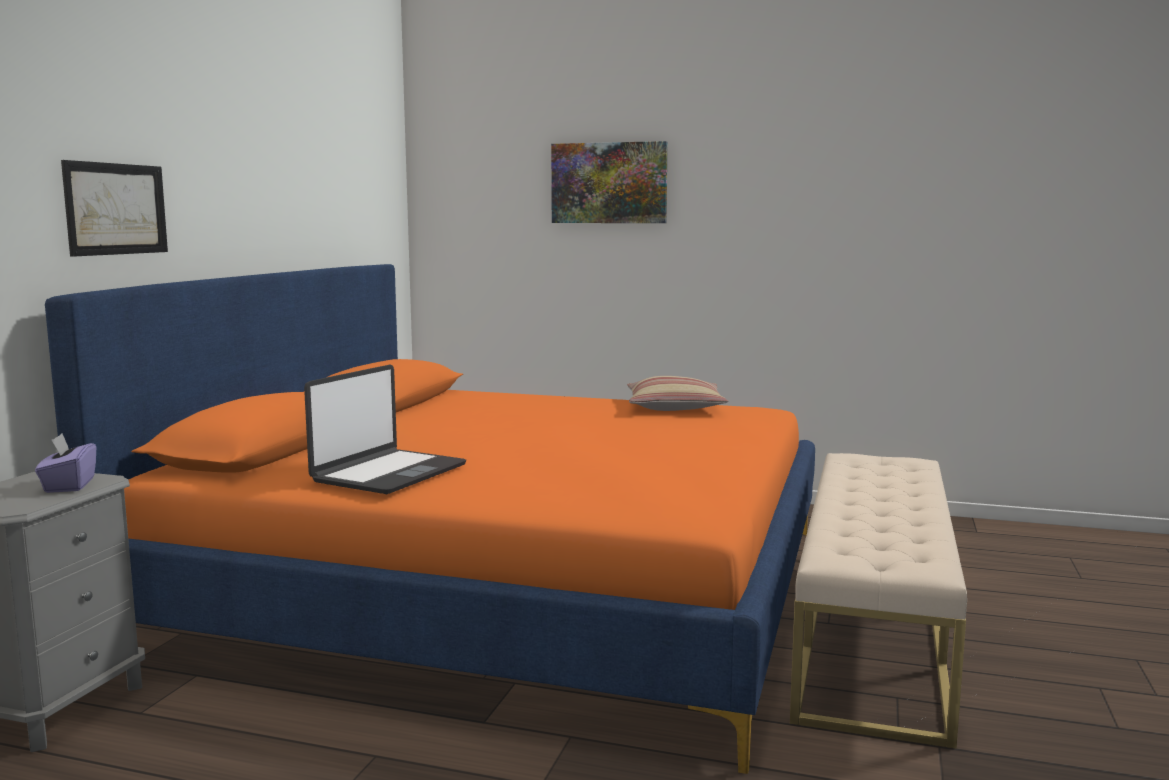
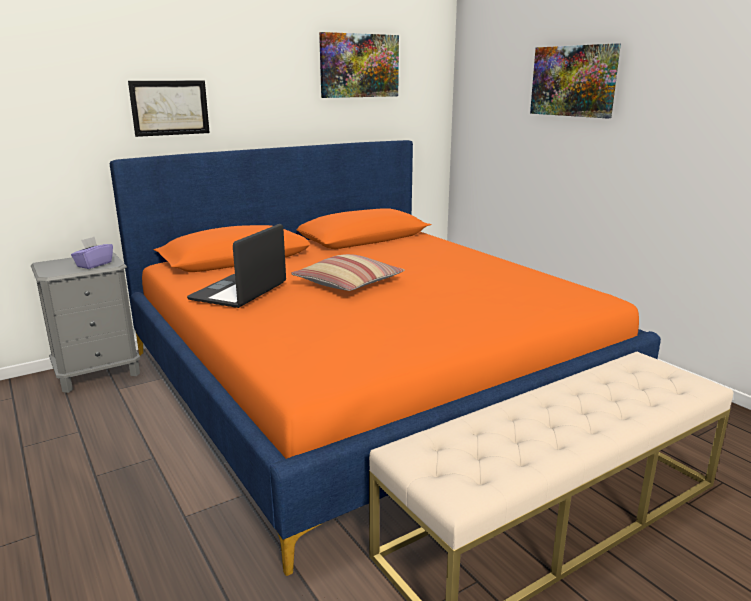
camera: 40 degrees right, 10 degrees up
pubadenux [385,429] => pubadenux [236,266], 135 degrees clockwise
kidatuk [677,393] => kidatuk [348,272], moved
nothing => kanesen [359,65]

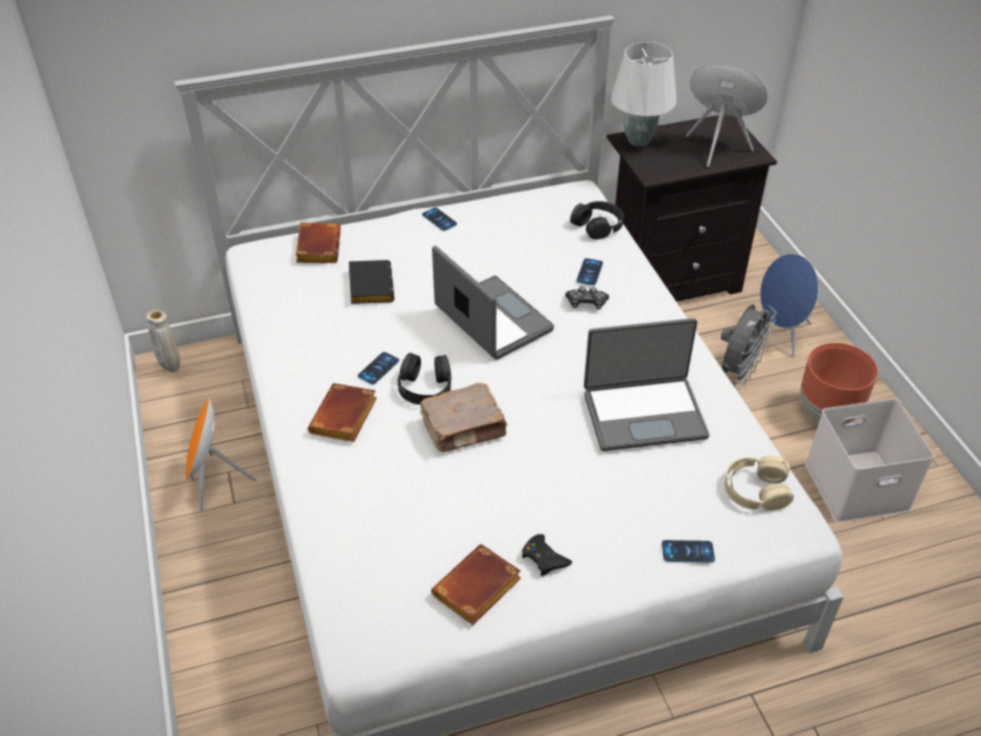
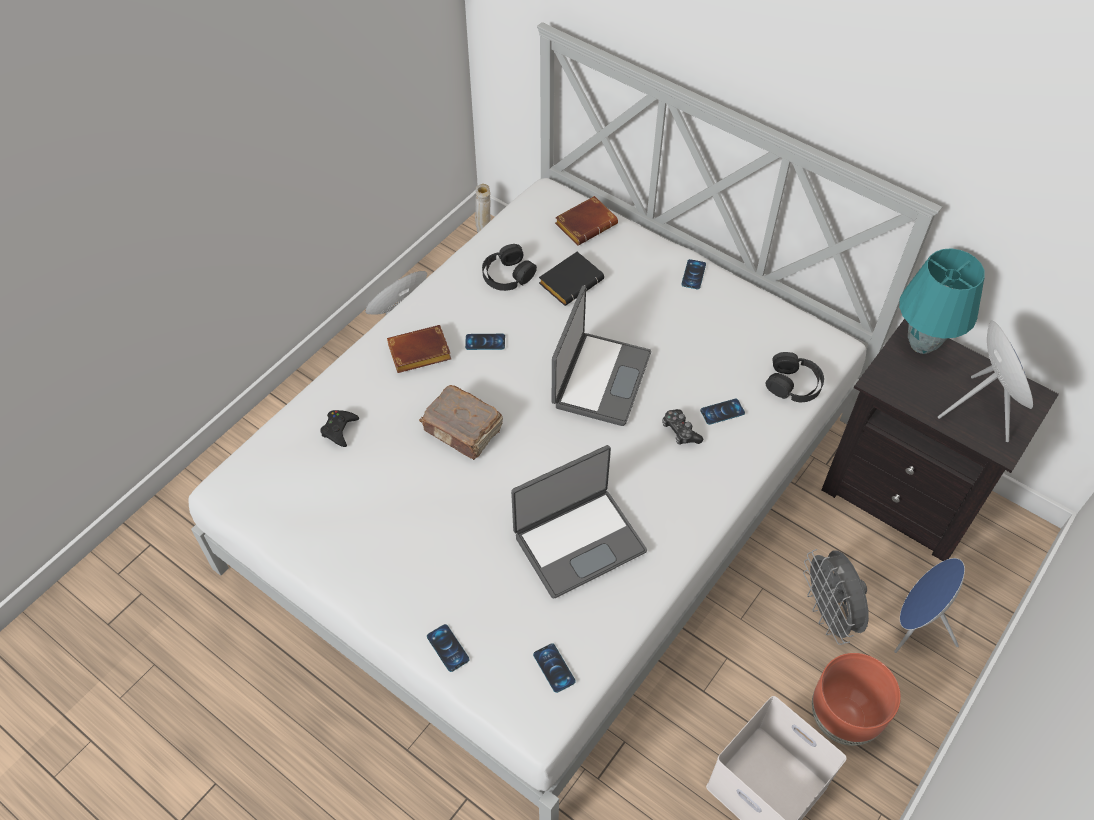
camera: 55 degrees right, 10 degrees up
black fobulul [425,379] => black fobulul [509,267], moved
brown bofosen [476,584] => nothing
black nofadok [547,555] => black nofadok [339,428], moved
pubadenux [647,384] => pubadenux [579,521], 75 degrees counterclockwise
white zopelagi [644,94] => turquoise zopelagi [942,301]
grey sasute [749,344] => grey sasute [836,597], 75 degrees clockwise
beige fobulul [759,483] => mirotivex [554,668]

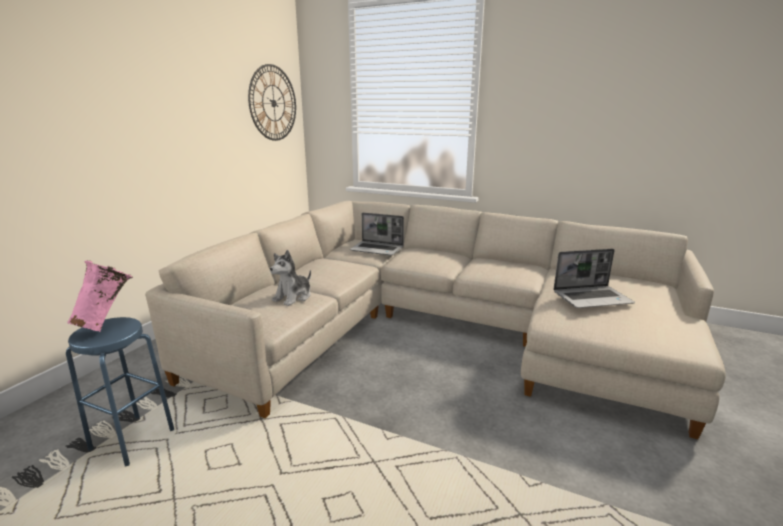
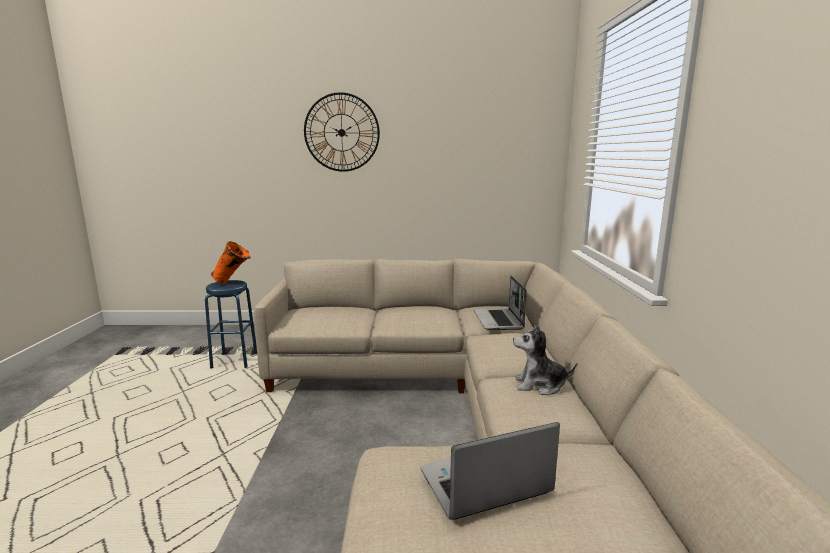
camera: 65 degrees right, 5 degrees down
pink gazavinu [100,296] => orange gazavinu [231,262]
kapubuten [272,102] => kapubuten [342,132], moved
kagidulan [290,278] => kagidulan [545,359], moved
pubadenux [594,278] => pubadenux [490,471], 105 degrees clockwise

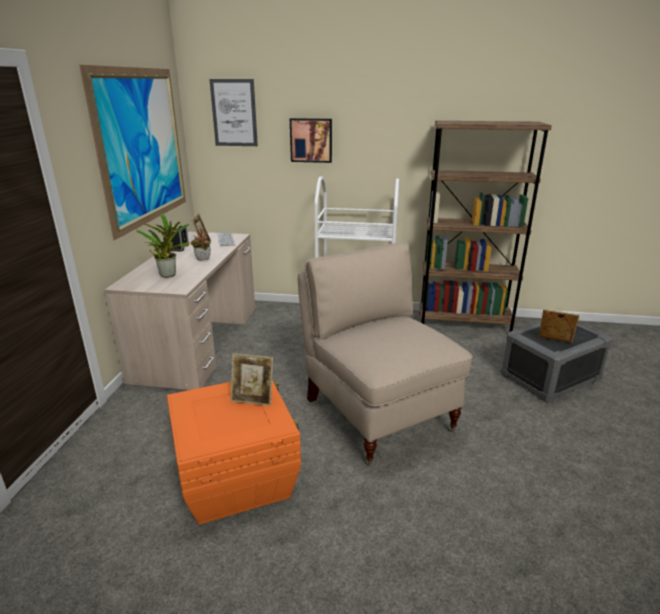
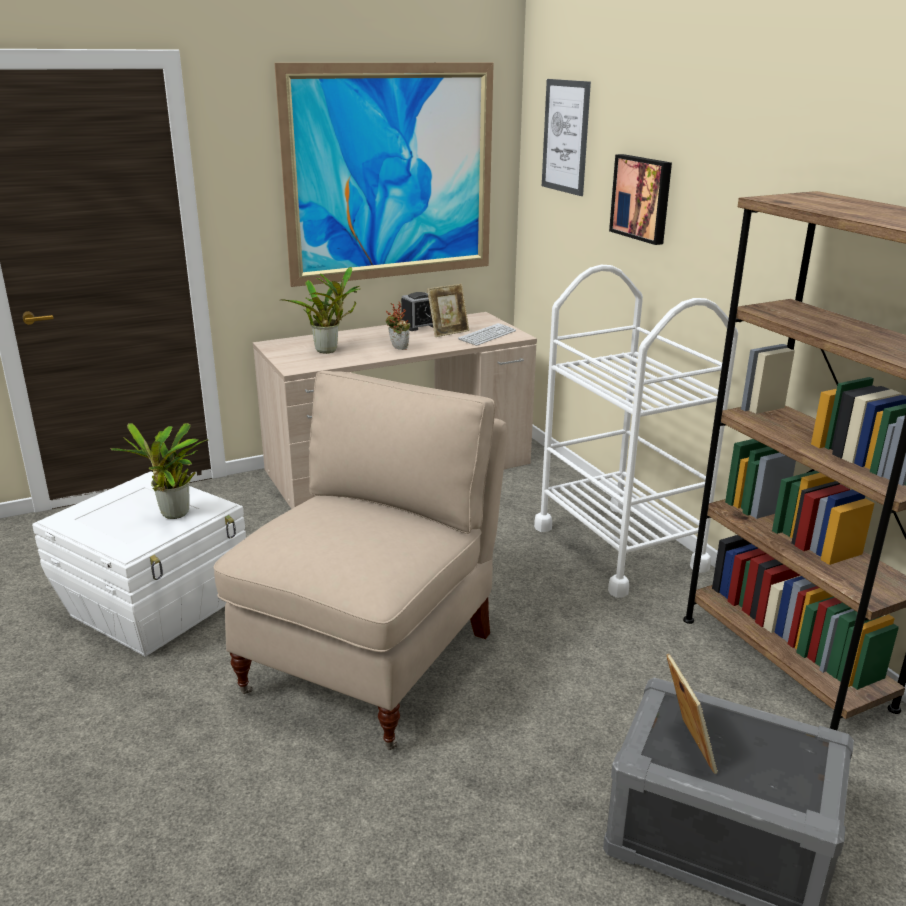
camera: 55 degrees right, 0 degrees up
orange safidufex [234,452] => white safidufex [139,563]
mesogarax [251,379] => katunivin [159,471]

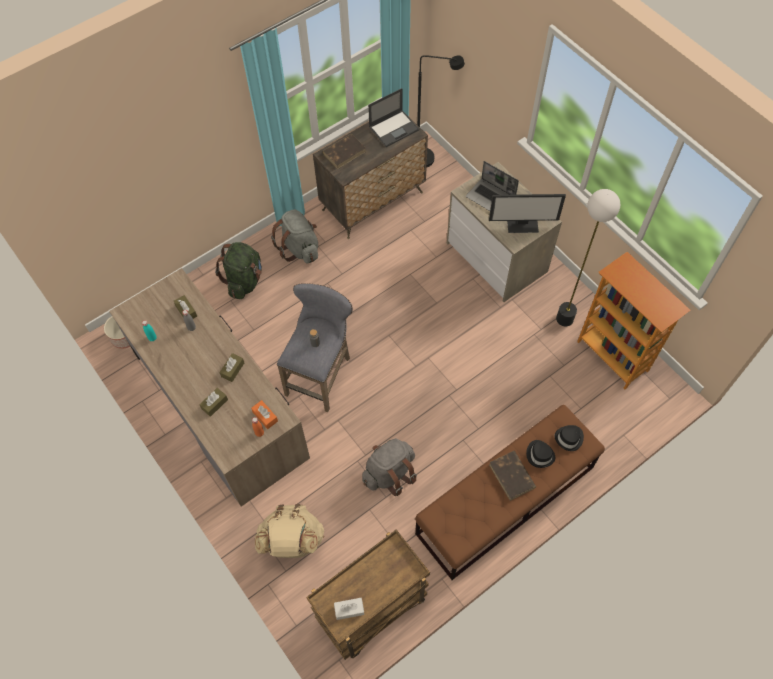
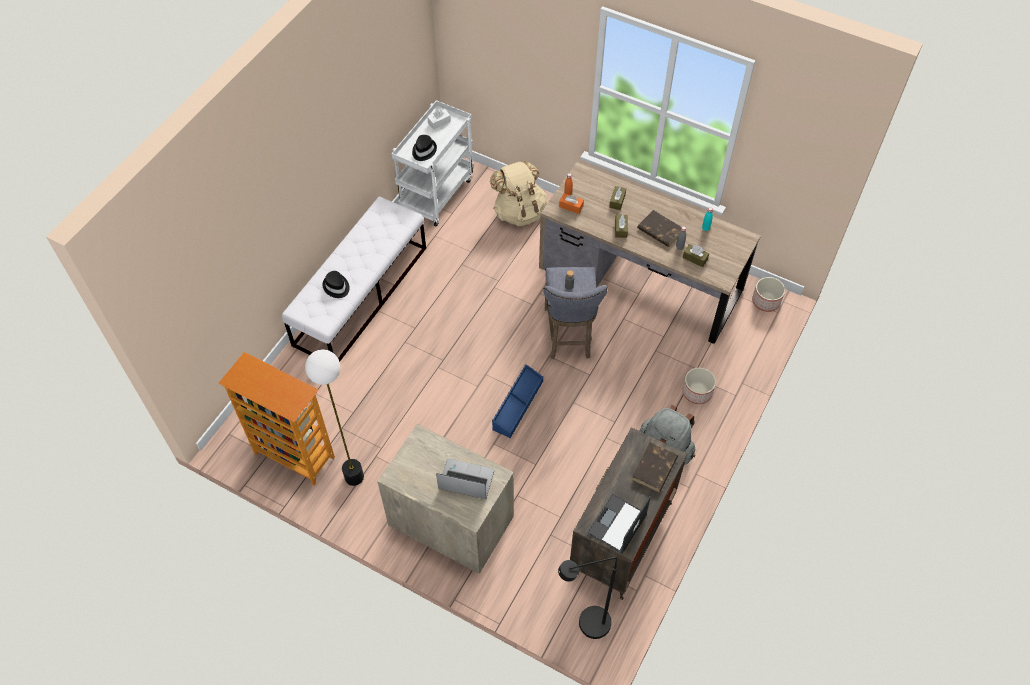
camera: 155 degrees right, 5 degrees down
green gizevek [238,270] => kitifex [699,386]
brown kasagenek [368,594] => white kasagenek [432,163]
grey gizevek [389,467] => nothing
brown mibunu [510,492] => white mibunu [354,279]
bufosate [527,213] => nothing
brown bofosen [512,476] => brown bofosen [659,228], moved
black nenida [569,438] => black nenida [424,148], moved
nothing => blue safidufex [517,401]

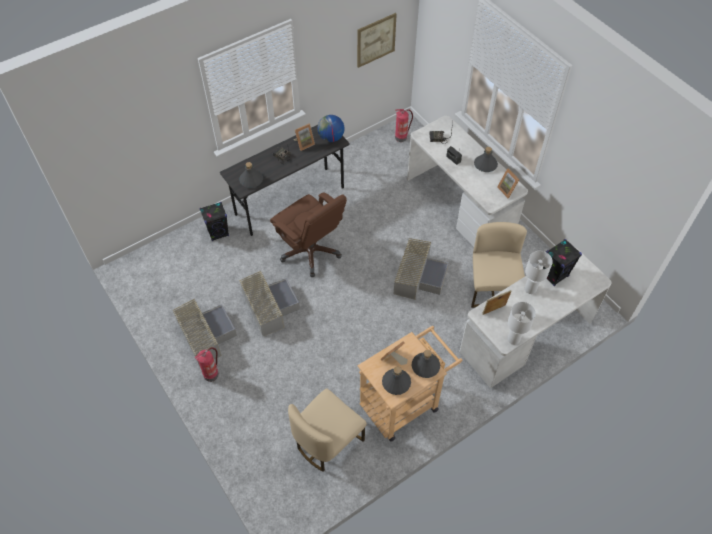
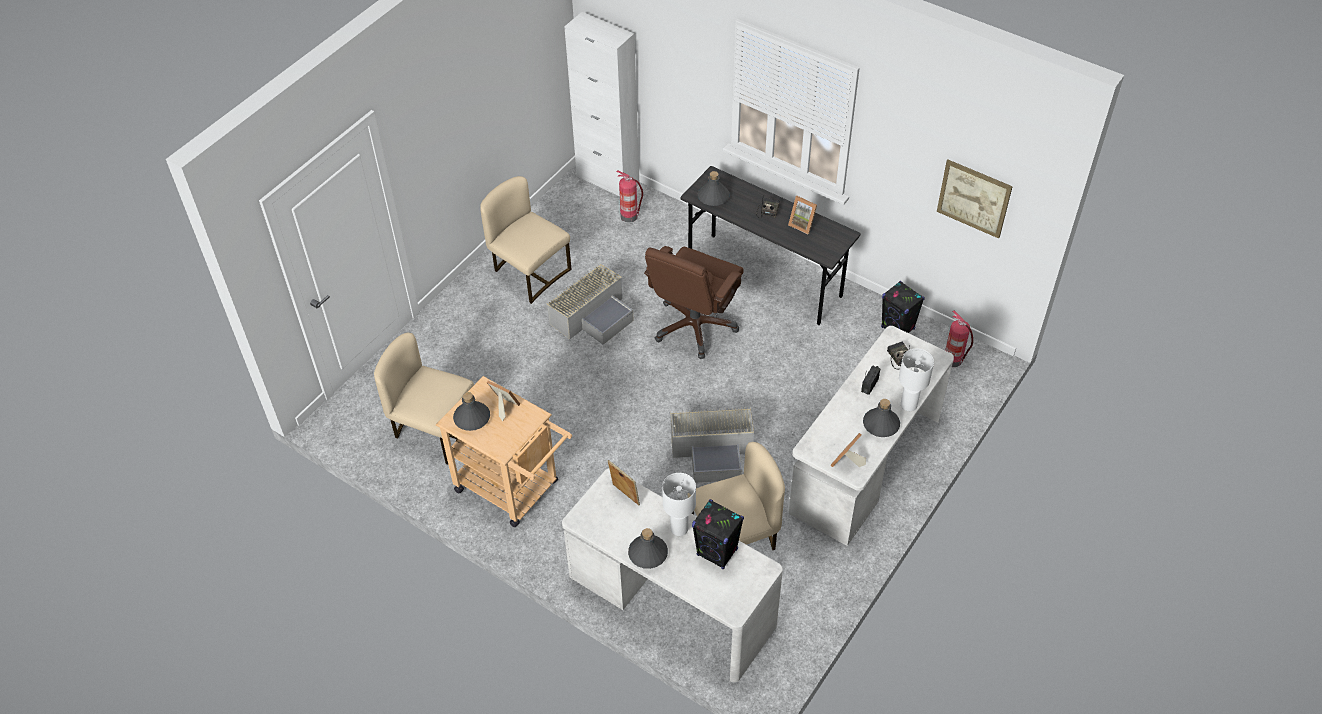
camera: 70 degrees right, 5 degrees down
grey safidufex [204,332] => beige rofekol [526,240]
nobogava [206,364] => nobogava [629,196], moved
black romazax [214,221] => black romazax [903,307], moved
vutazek [331,128] => nothing
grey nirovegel [426,364] => grey nirovegel [648,548], moved
white zopelagi [522,323] => white zopelagi [916,379], moved
nothing => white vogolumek [601,104]

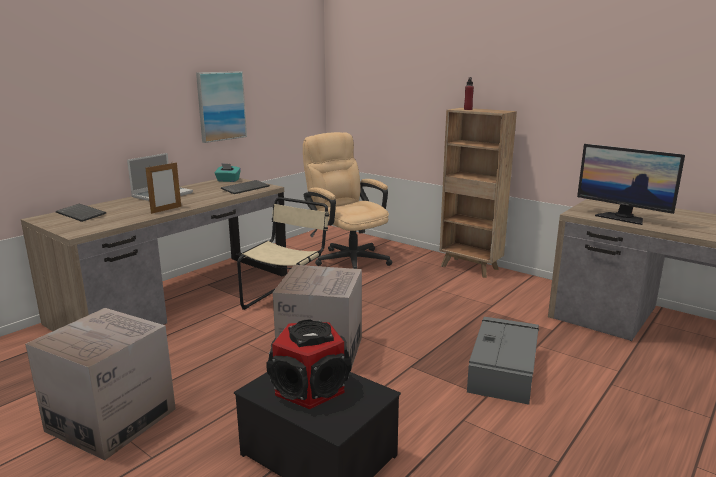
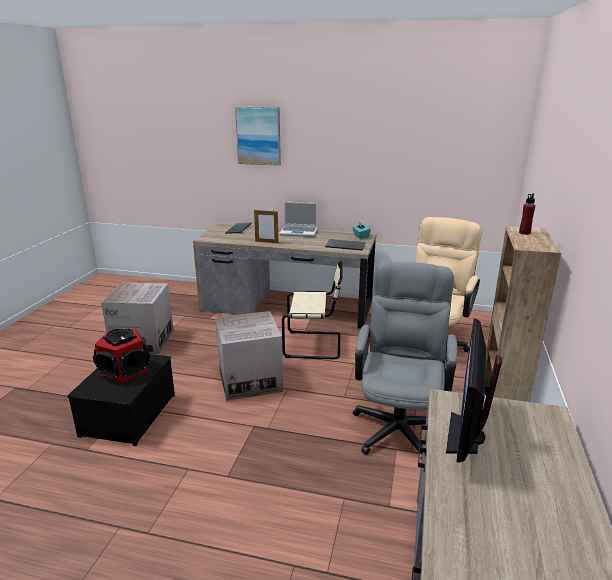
camera: 65 degrees right, 5 degrees up
kanesen [221,107] => kanesen [258,136], moved
grey safidufex [503,361] => nothing
nothing => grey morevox [405,360]

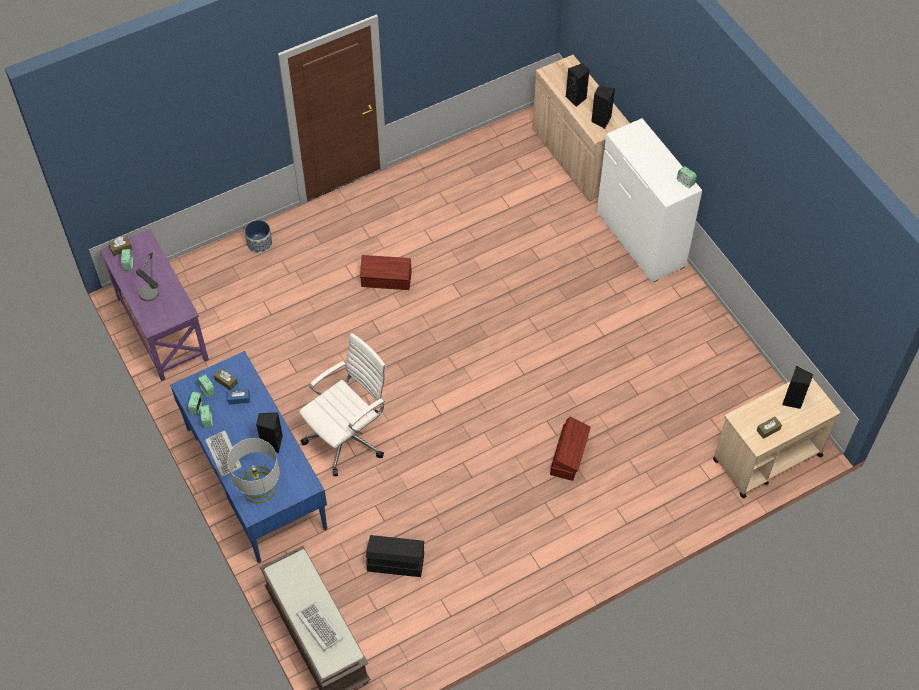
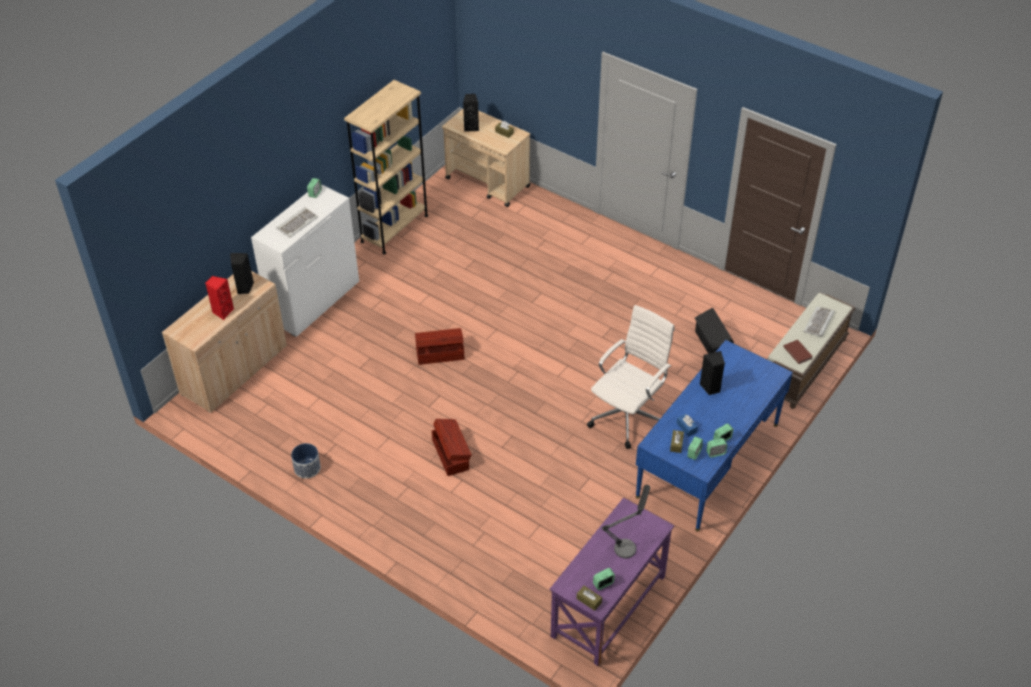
camera: 115 degrees left, 10 degrees down
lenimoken [223,453] => lenimoken [297,222], moved
grey zopelagi [253,471] => nothing
kitifex [258,237] => kitifex [306,461], moved
white morevox [342,404] => white morevox [630,377], 105 degrees clockwise
brown safidufex [570,449] => brown safidufex [439,346], moved
black romazax [577,85] => red romazax [219,298]
nothing => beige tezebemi [386,167]
nothing => brown bofosen [798,352]

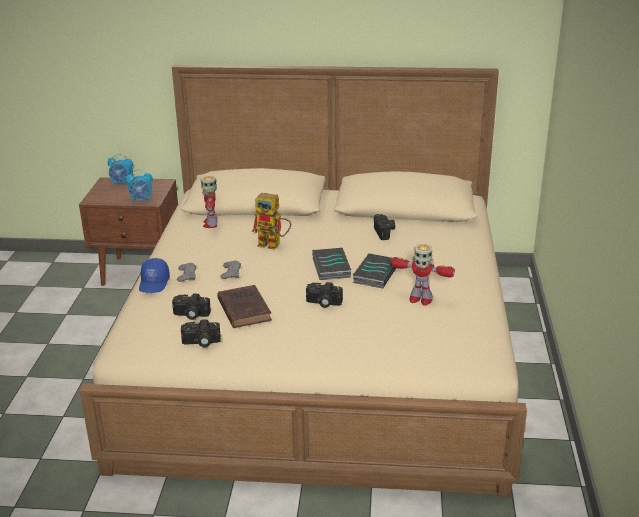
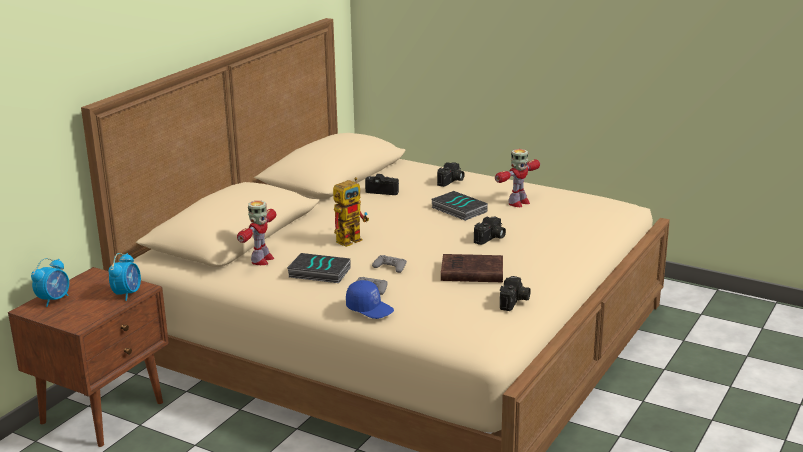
camera: 65 degrees left, 5 degrees down
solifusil [191,306] => solifusil [451,174], moved
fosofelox [209,202] => fosofelox [256,233], 90 degrees counterclockwise
bofosen [331,264] => bofosen [319,268], moved

